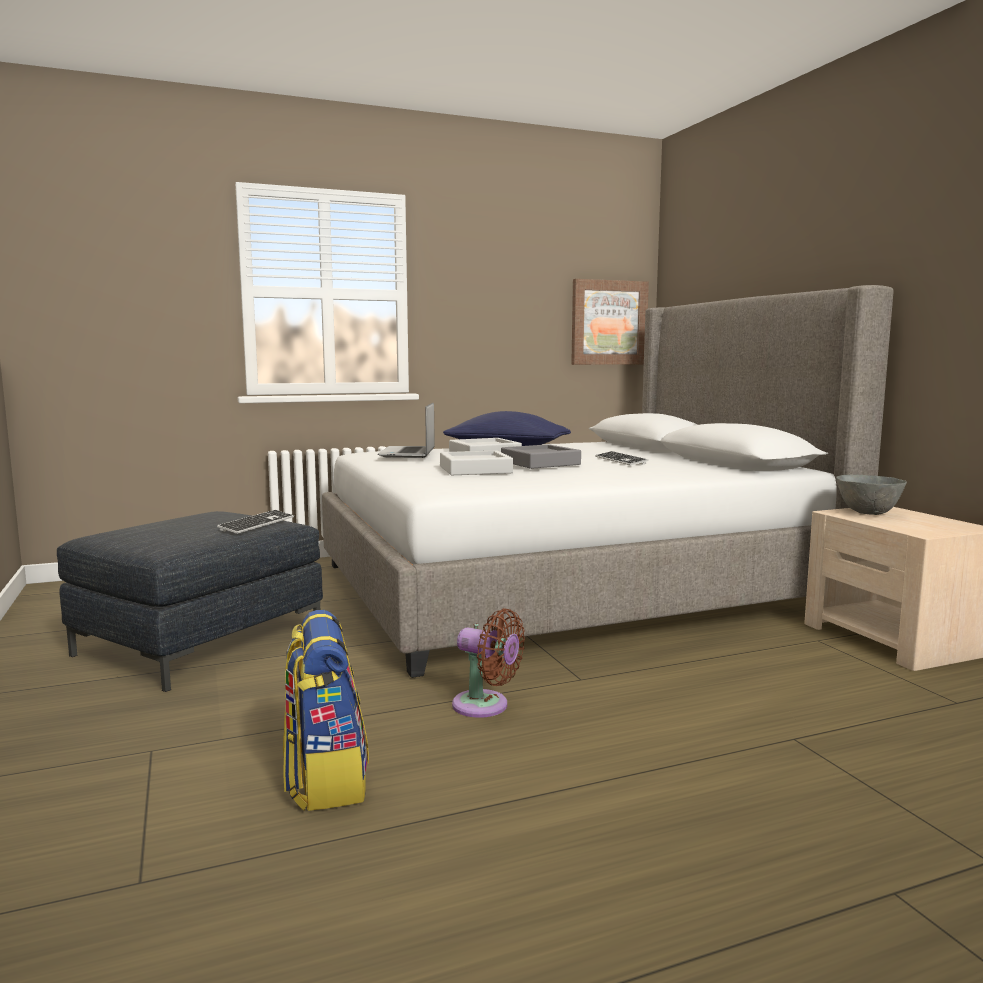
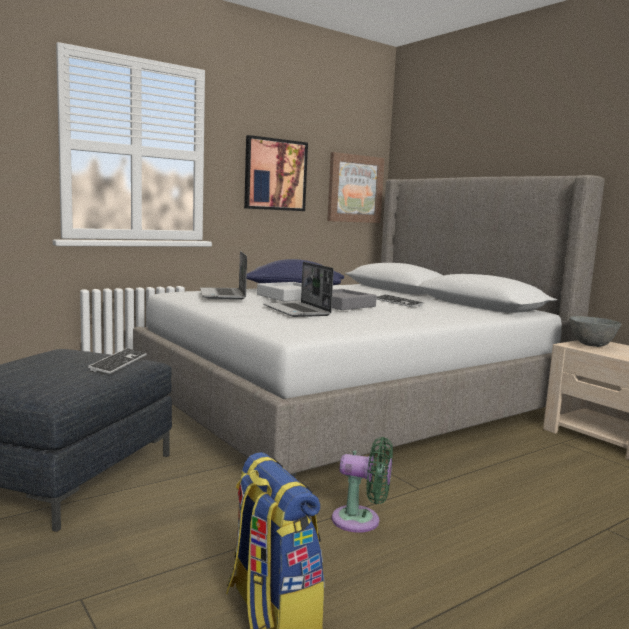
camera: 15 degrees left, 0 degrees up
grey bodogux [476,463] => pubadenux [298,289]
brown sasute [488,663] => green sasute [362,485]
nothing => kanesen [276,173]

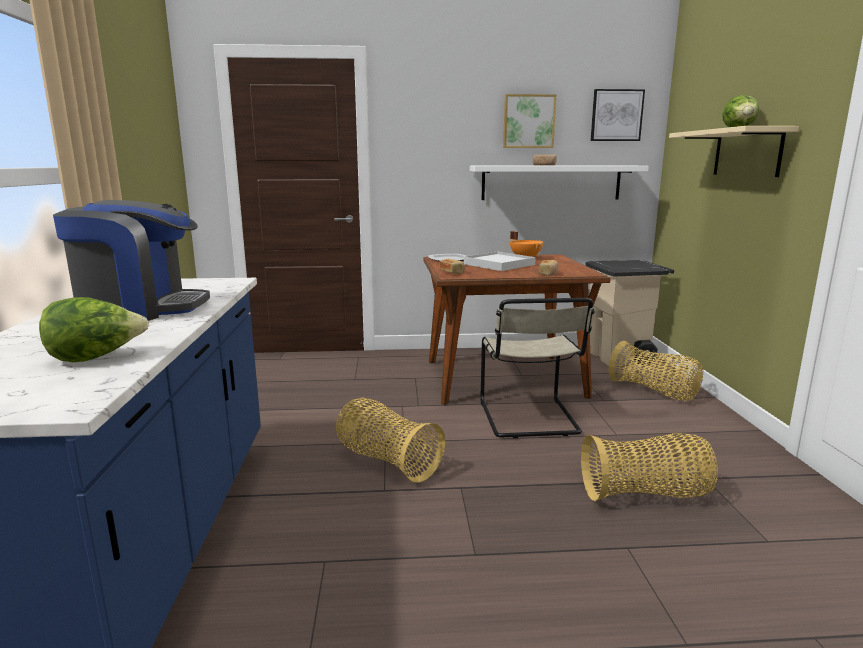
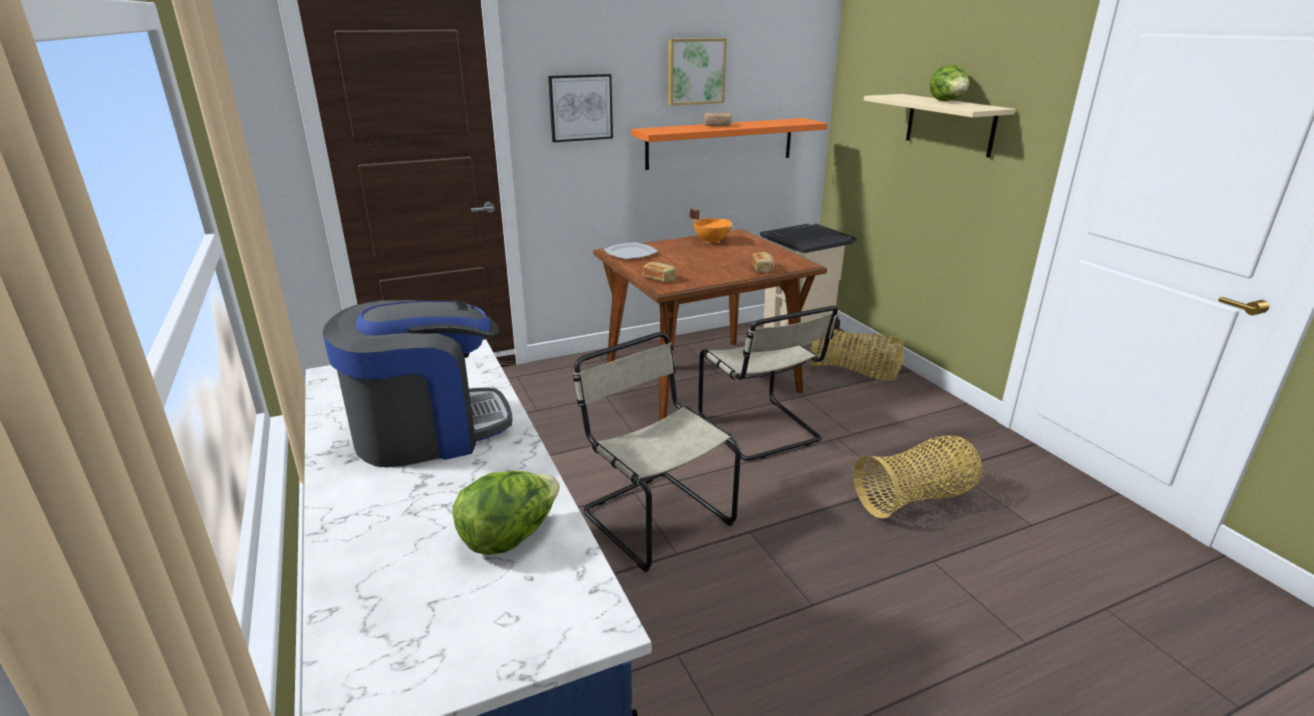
camera: 20 degrees left, 10 degrees up
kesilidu [390,440] => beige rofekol [657,452]
white bodogux [500,261] => nothing
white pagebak [559,183] => orange pagebak [729,144]
kanesen [618,115] => kanesen [580,108], moved

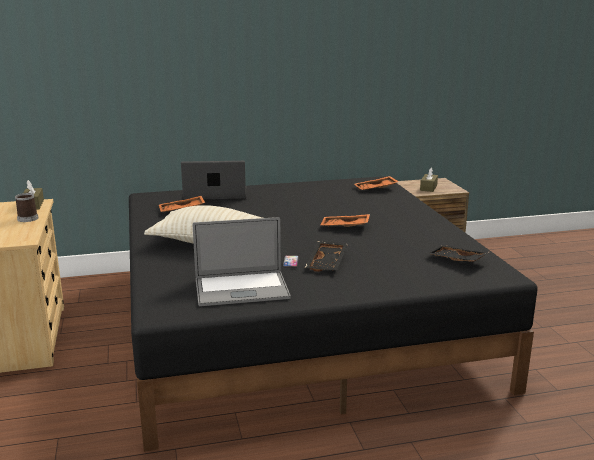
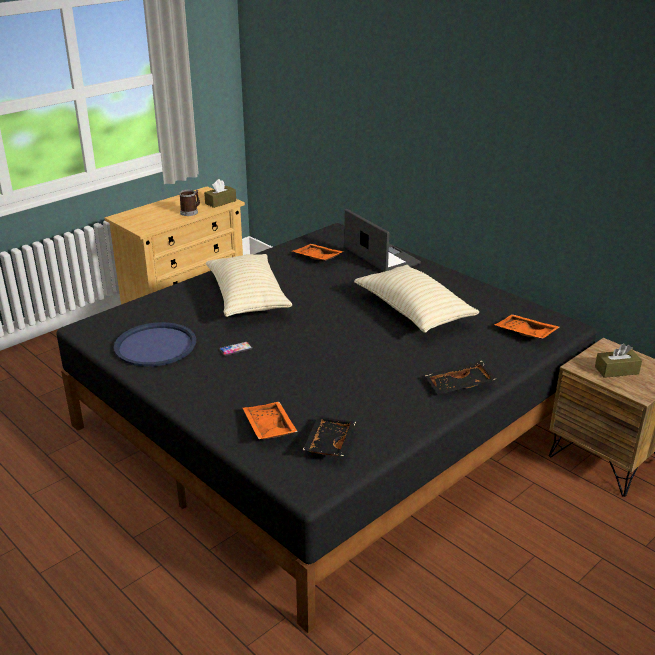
camera: 60 degrees right, 10 degrees up
pubadenux [241,261] => blue bodogux [155,344]
black bodogux [326,256] => black bodogux [460,377], moved
orange bodogux [345,220] => orange bodogux [270,420], moved
nothing => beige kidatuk [416,299]

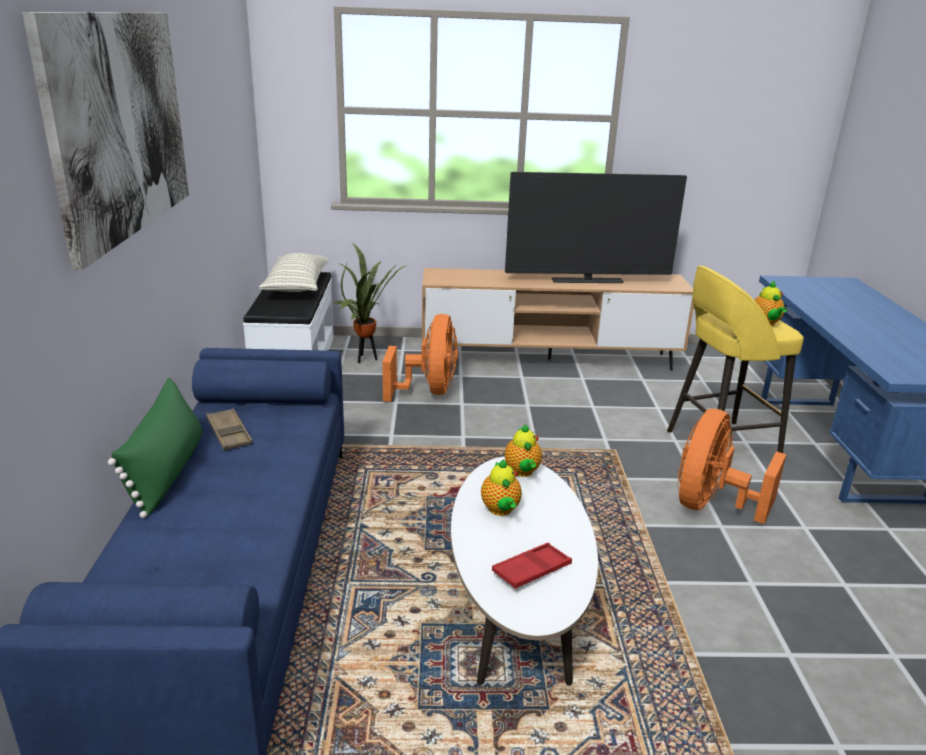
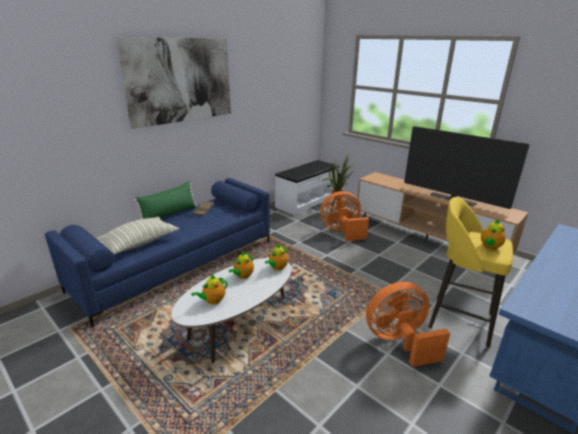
camera: 45 degrees right, 0 degrees up
kidatuk [294,272] => kidatuk [137,236], moved
orange sasute [420,358] => orange sasute [344,216], 150 degrees counterclockwise
red bodogux [532,566] => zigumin [209,289]

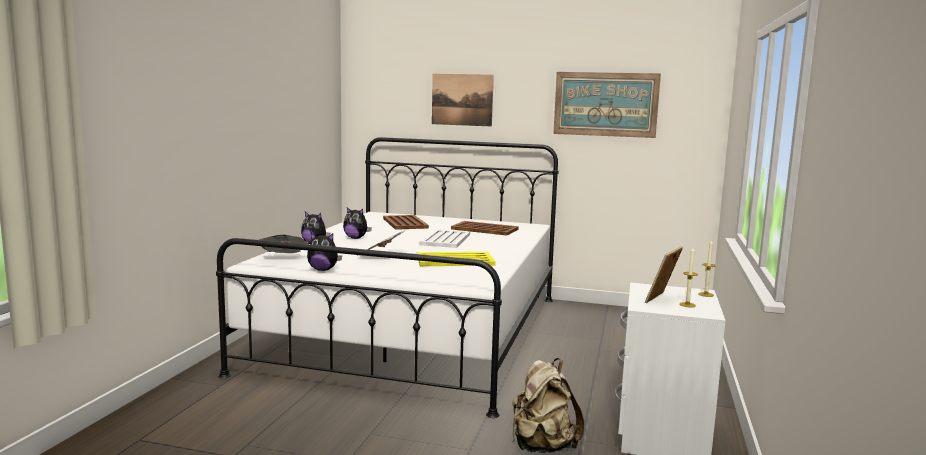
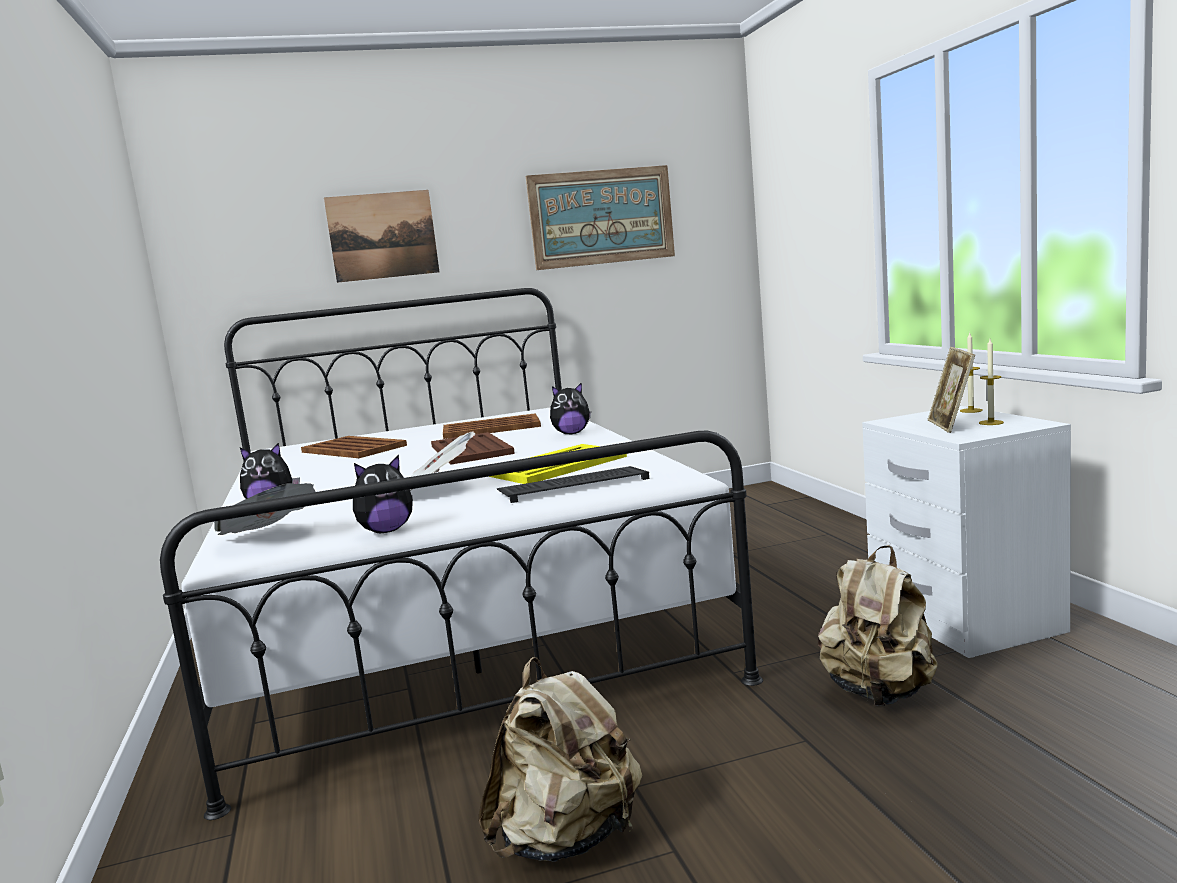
camera: 30 degrees left, 0 degrees up
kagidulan [357,223] => kagidulan [570,408], moved
white bodogux [444,238] => brown bodogux [473,448]
nothing => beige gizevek [560,759]
nothing => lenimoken [573,484]

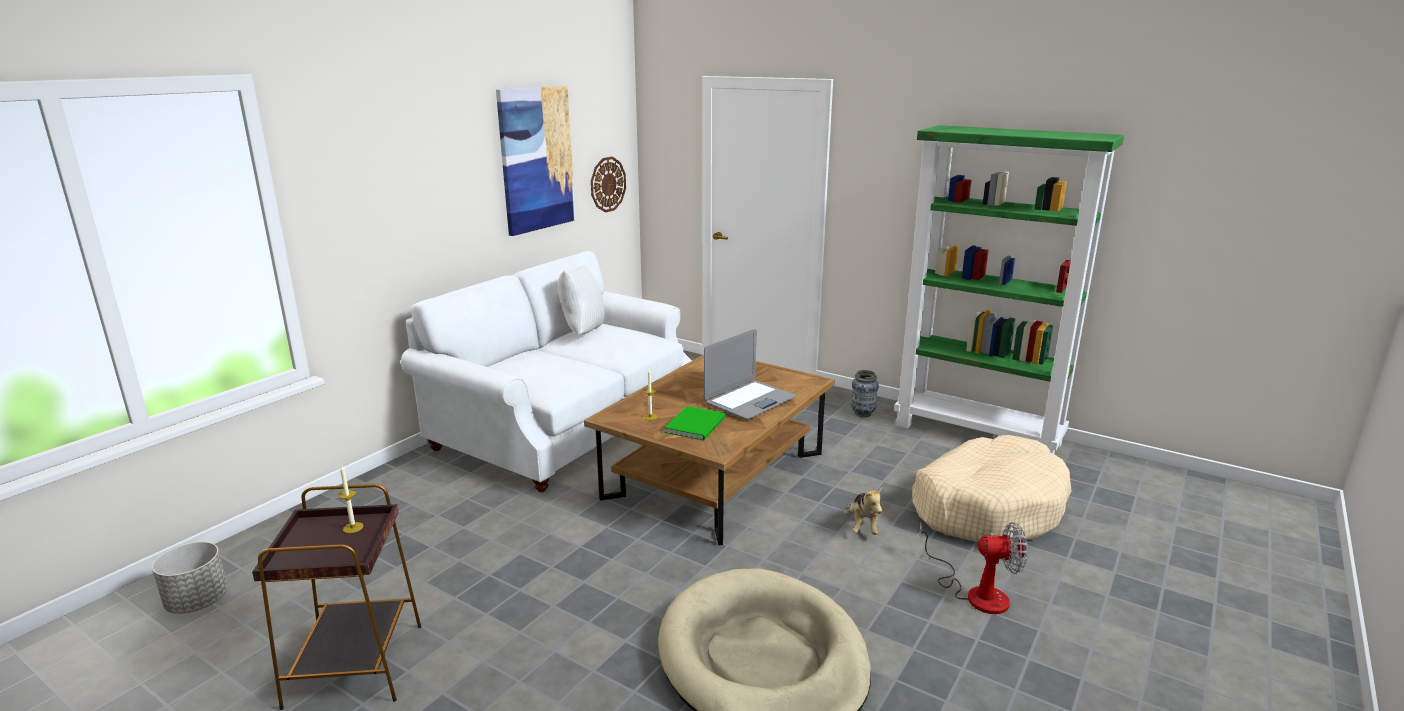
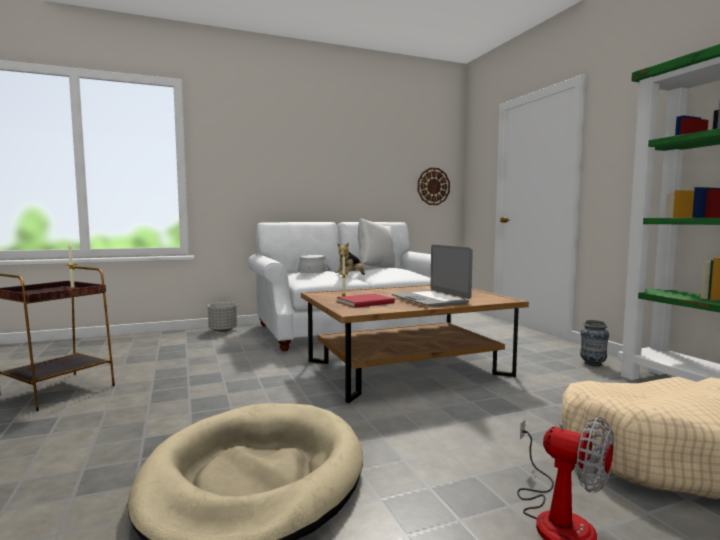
camera: 35 degrees right, 15 degrees down
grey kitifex [190,578] => grey kitifex [222,317], moved
kanesen [535,161] => nothing
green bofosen [695,423] => red bofosen [366,300]
pubadenux [750,374] => pubadenux [432,276], 75 degrees clockwise
kagidulan [863,511] => kagidulan [350,258], moved
nothing => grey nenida [314,264]

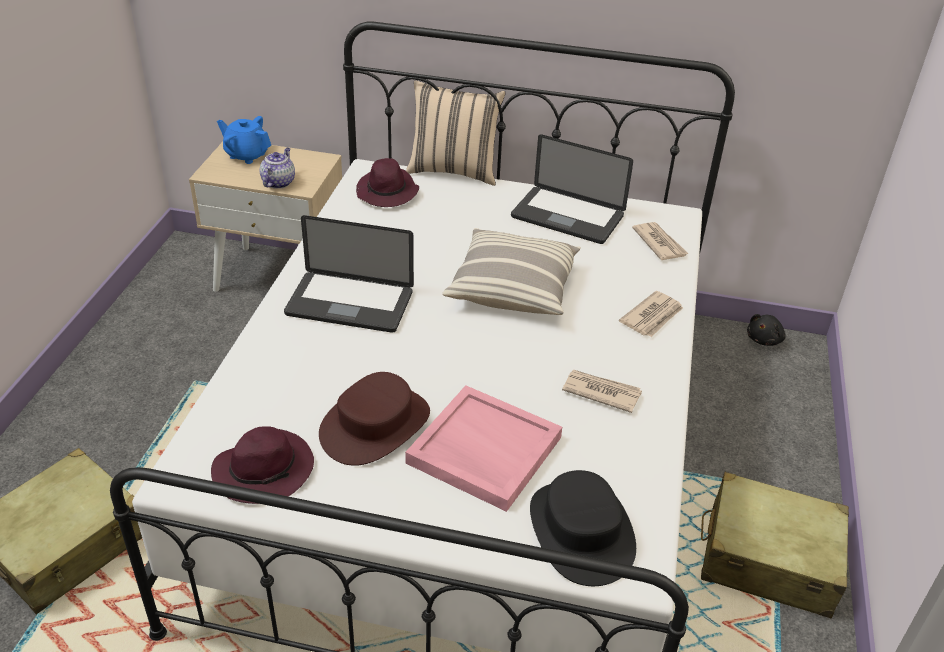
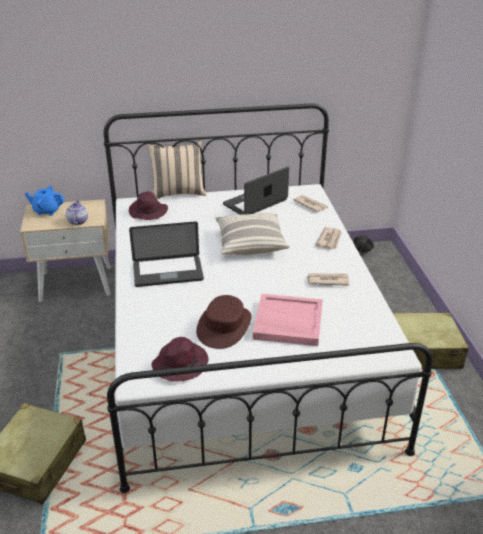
camera: 20 degrees left, 5 degrees down
pubadenux [572,189] => pubadenux [256,190], 135 degrees clockwise
black nenida [583,528] => nothing

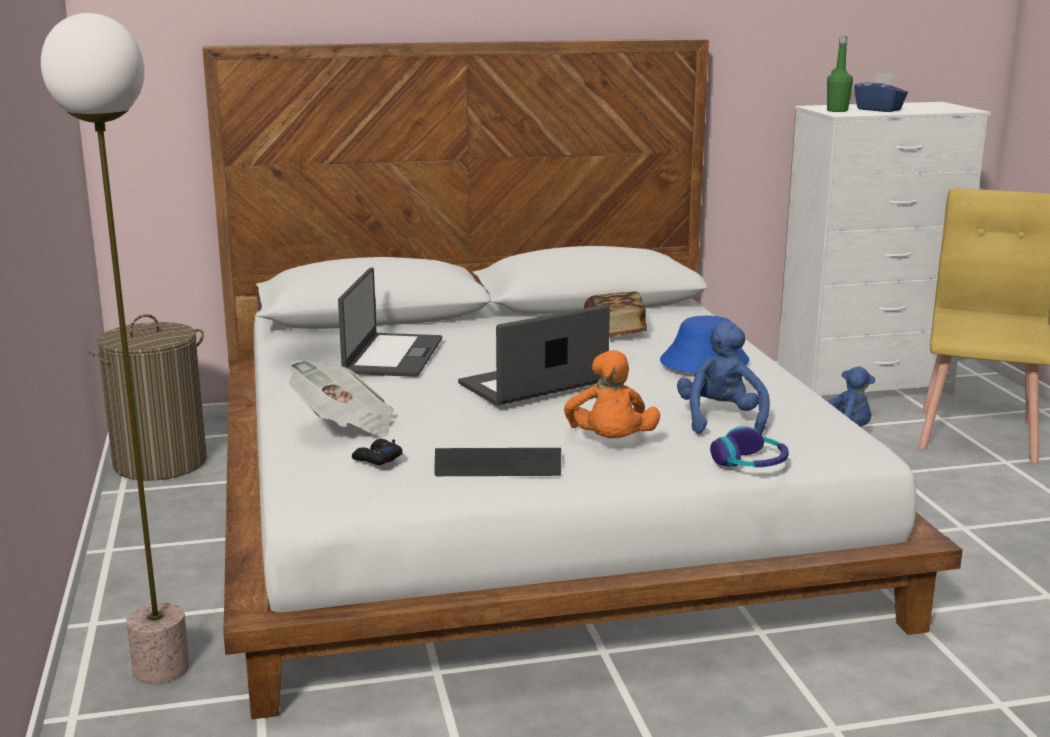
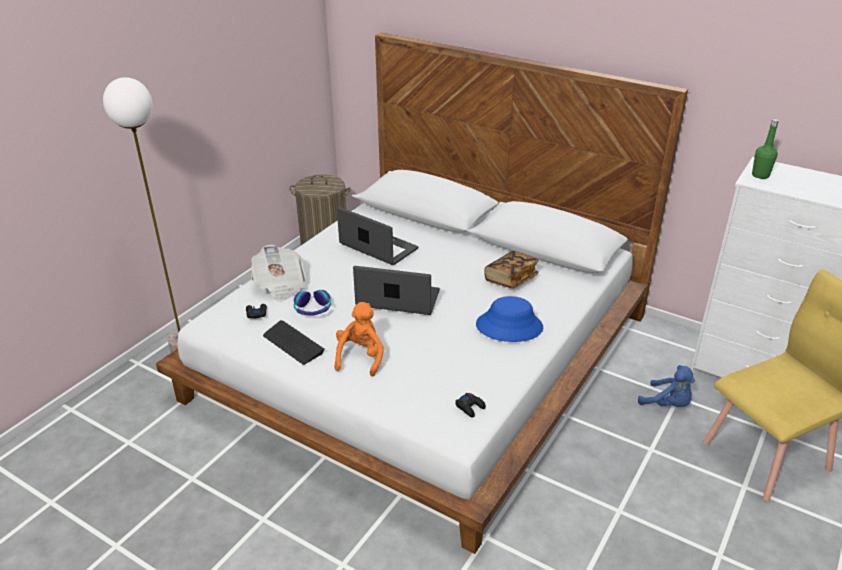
camera: 45 degrees right, 15 degrees up
pubadenux [390,322] => pubadenux [377,236], 105 degrees counterclockwise
orange kagidulan [612,394] => orange kagidulan [359,339], 150 degrees clockwise
blue kagidulan [723,378] => nothing
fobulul [749,446] => fobulul [312,302], moved
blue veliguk [881,92] => nothing
nothing => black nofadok [470,405]

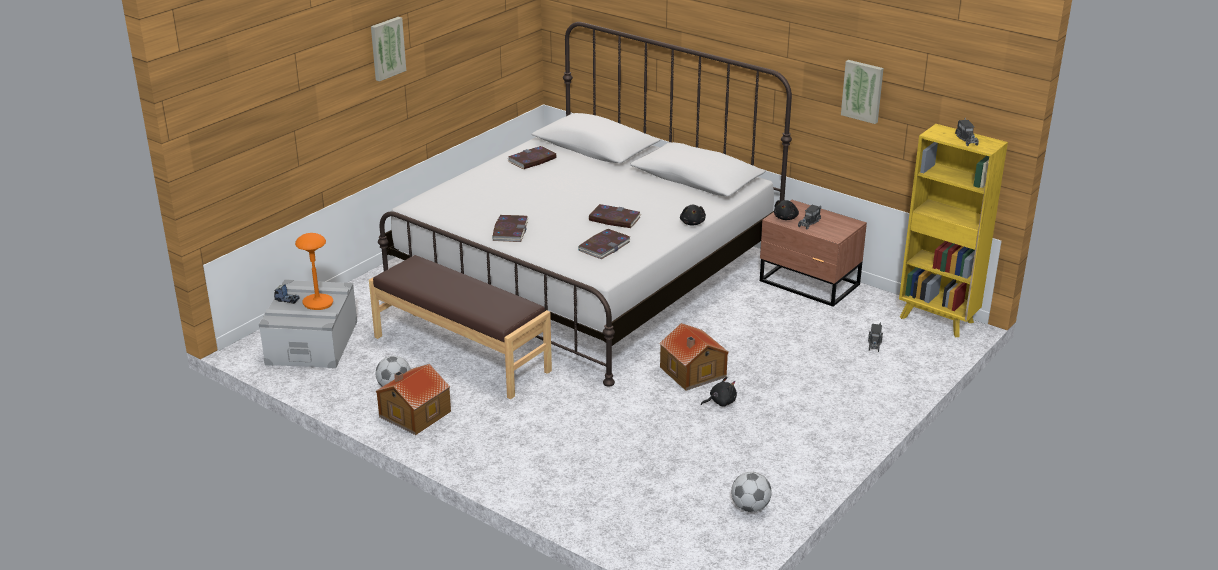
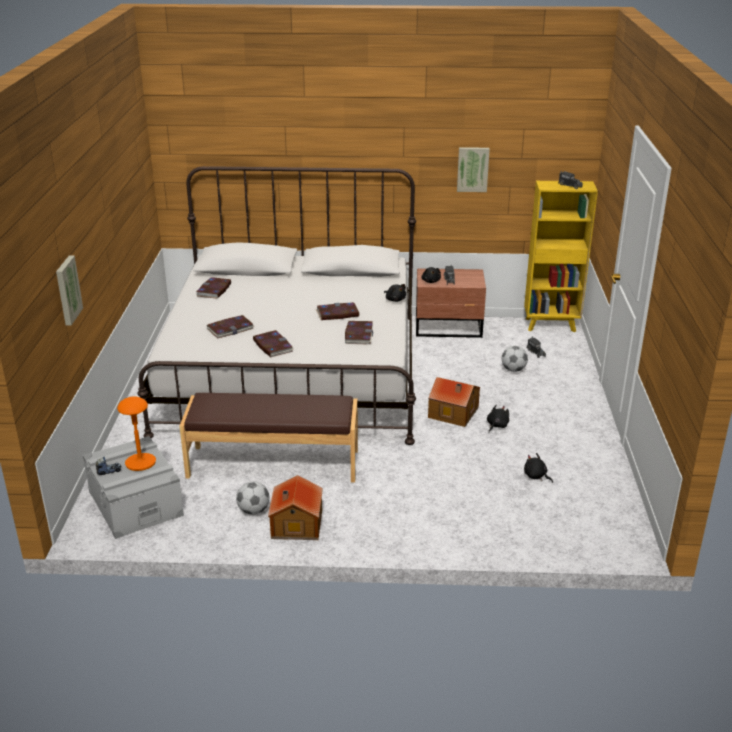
camera: 35 degrees left, 0 degrees up
kanesen [388,49] => kanesen [69,291], moved
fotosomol [751,492] => fotosomol [515,359], moved
nothing => bofosen [230,326]
nothing => black kagidulan [538,468]

